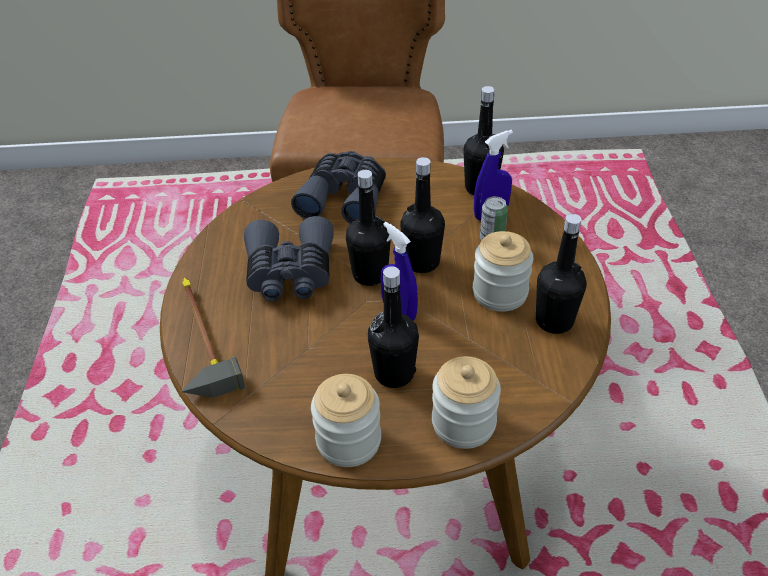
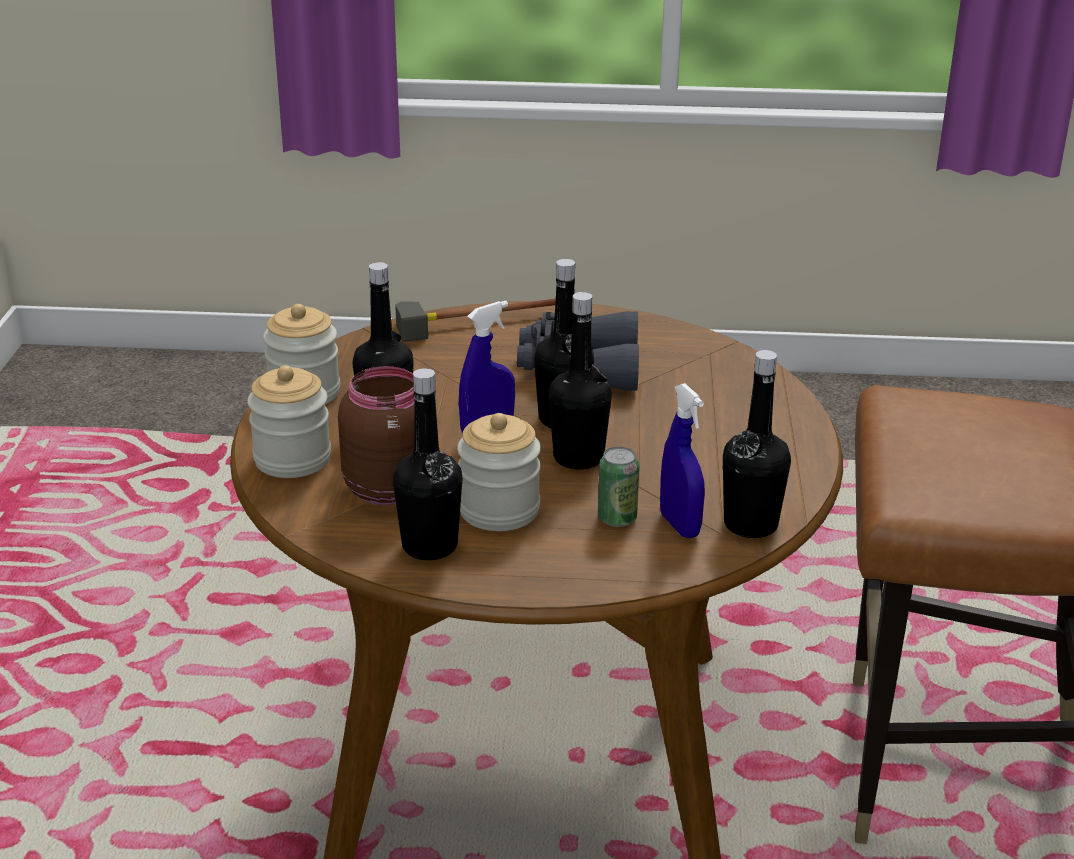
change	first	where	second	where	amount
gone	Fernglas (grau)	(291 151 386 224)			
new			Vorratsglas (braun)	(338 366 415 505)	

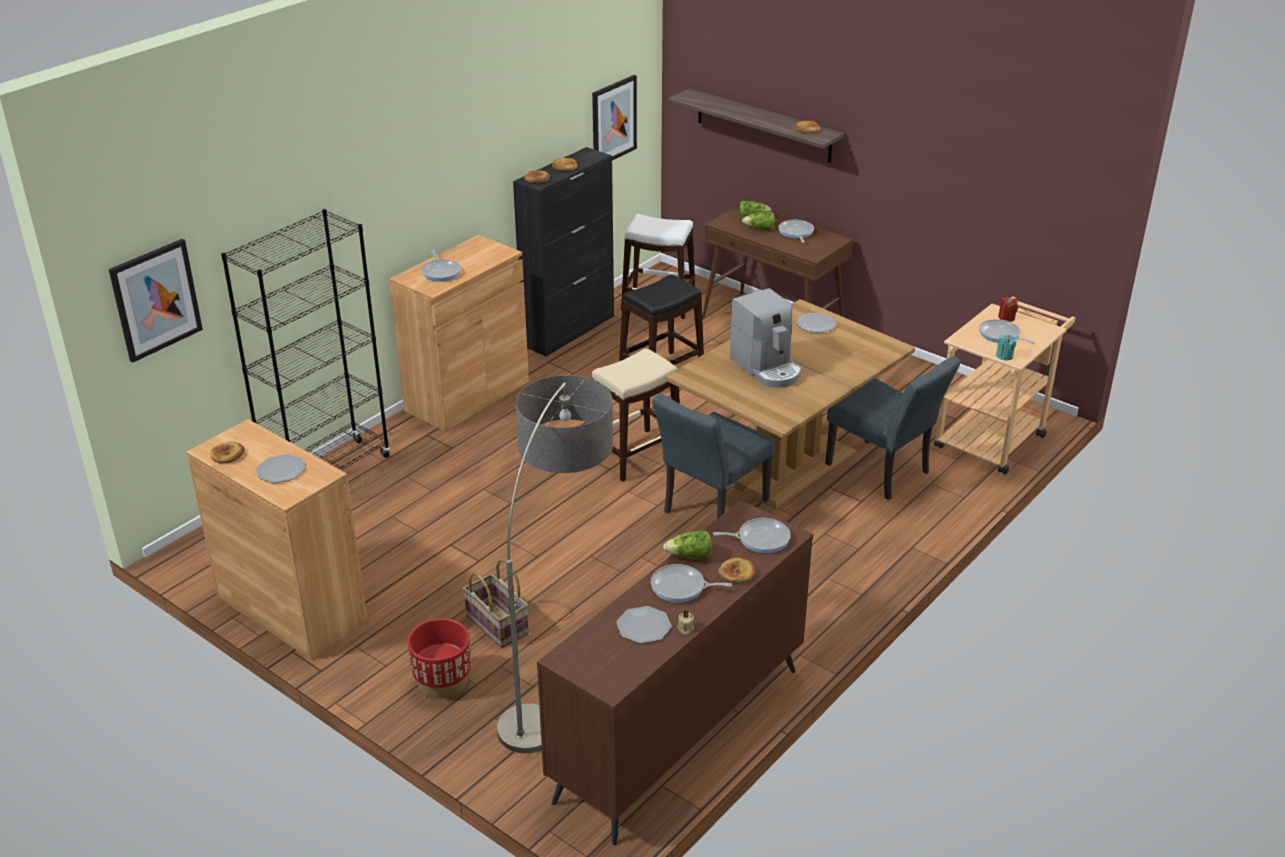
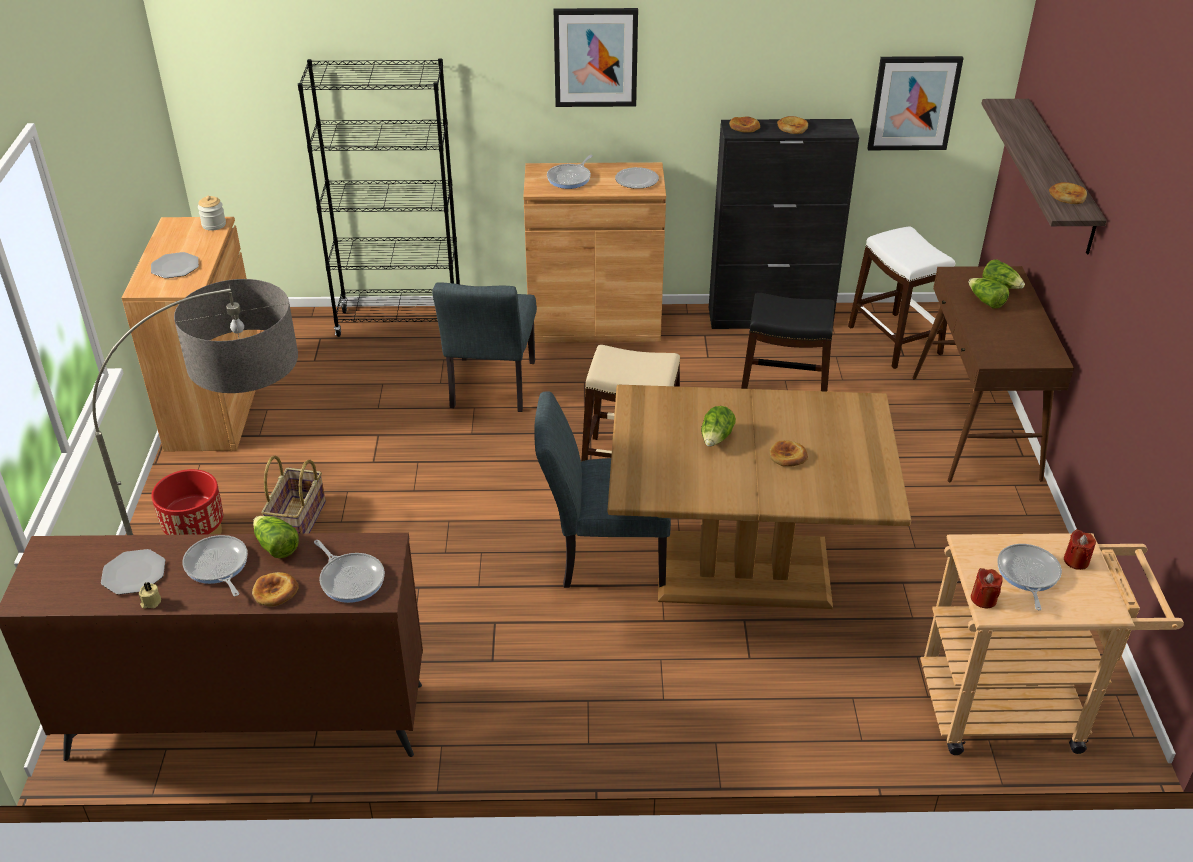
change	first	where	second	where	amount
gone	Pfanne	(779 220 814 243)			
new			Vorratsglas	(198 196 226 231)	
shifted	Bild	(109 239 203 363)		(554 8 638 107)	
shifted	Brot	(210 442 245 463)		(769 440 808 467)	
shifted	Teller	(797 313 836 333)		(615 167 659 189)	
shifted	Stuhl (grau)	(825 356 961 500)		(432 282 537 412)	
swapped	Kaffeemaschine	(730 288 802 388)	Salatkopf	(701 406 736 447)	
repainted	Kerze (türkis)	(996 335 1016 360)	Kerze (rot)	(971 568 1003 609)	

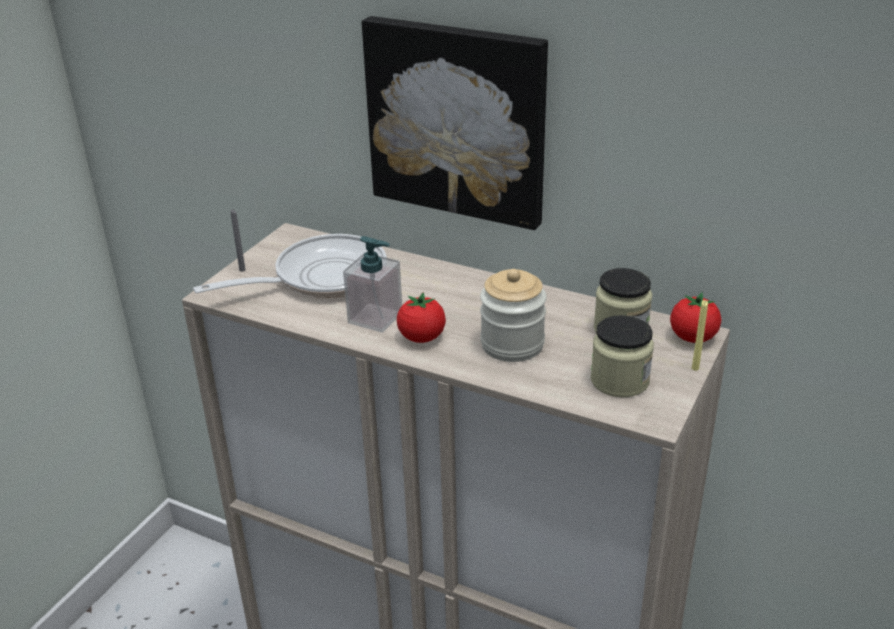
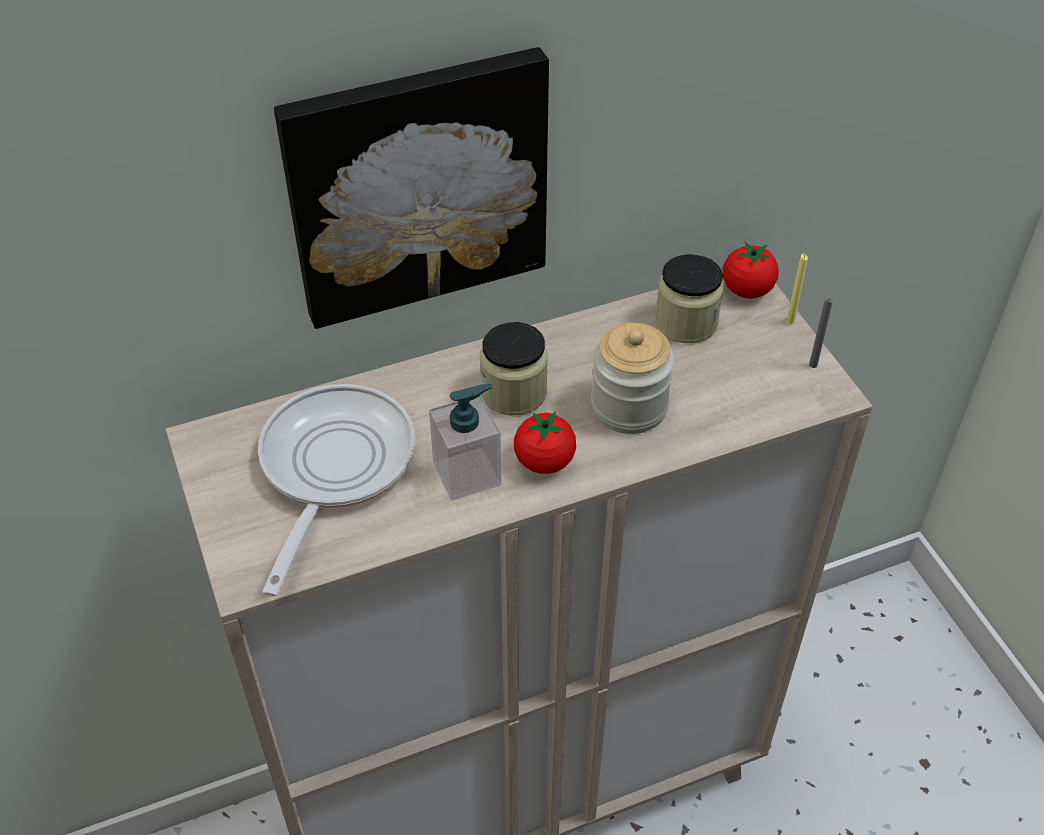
change	first	where	second	where	amount
shifted	Kerze (grau)	(230 210 246 272)		(809 298 832 368)	
shifted	Vorratsglas	(591 315 654 398)		(480 322 548 415)	

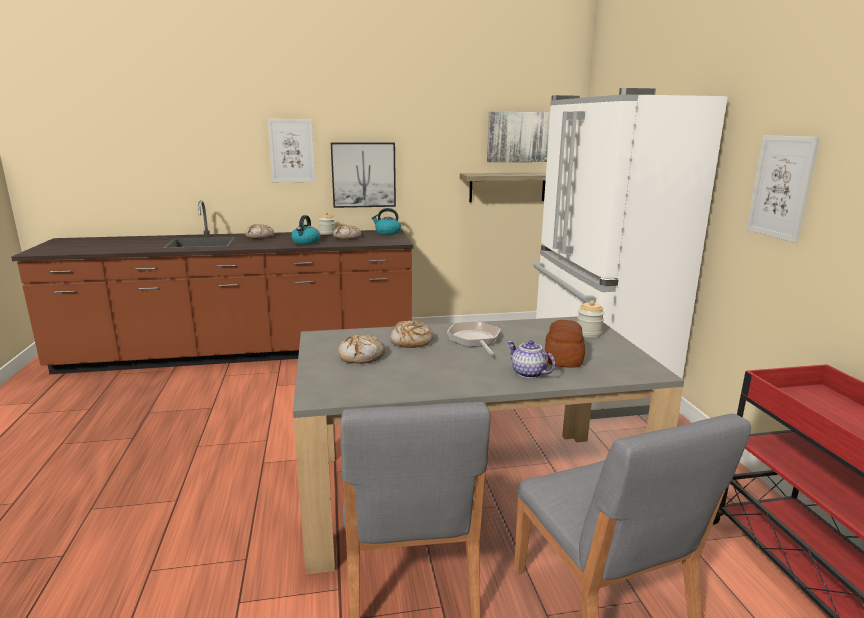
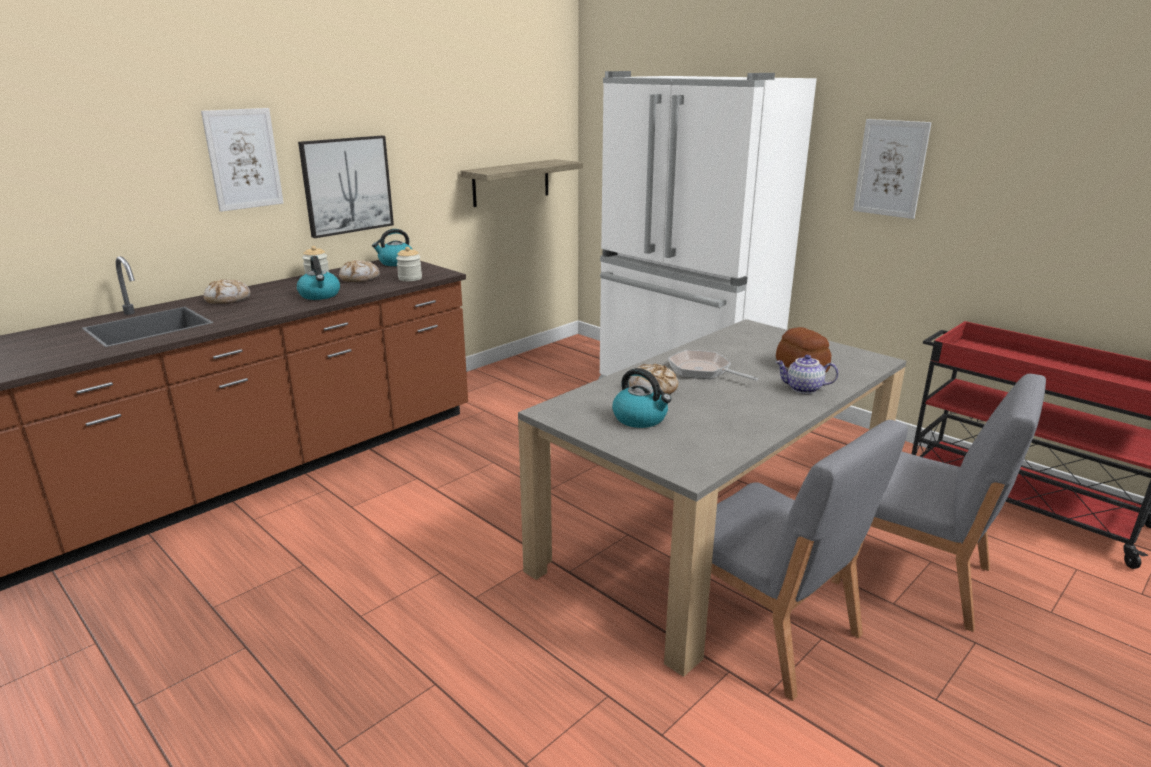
change	first	where	second	where	amount
gone	Bild	(487 112 550 162)			
shifted	Vorratsglas	(577 300 604 338)		(396 247 422 281)	
swapped	Brot	(338 334 386 364)	Wasserkessel	(612 368 671 428)	

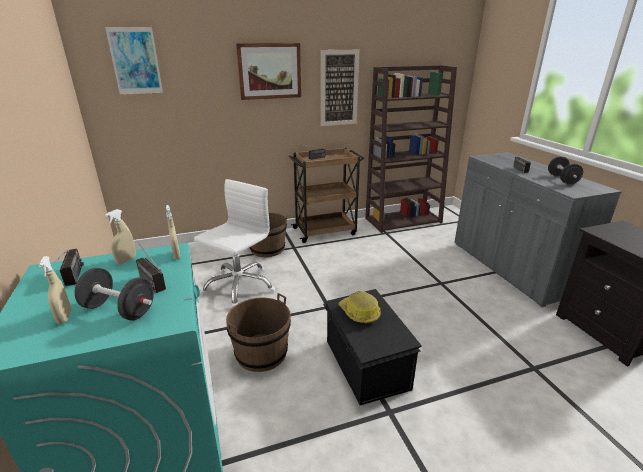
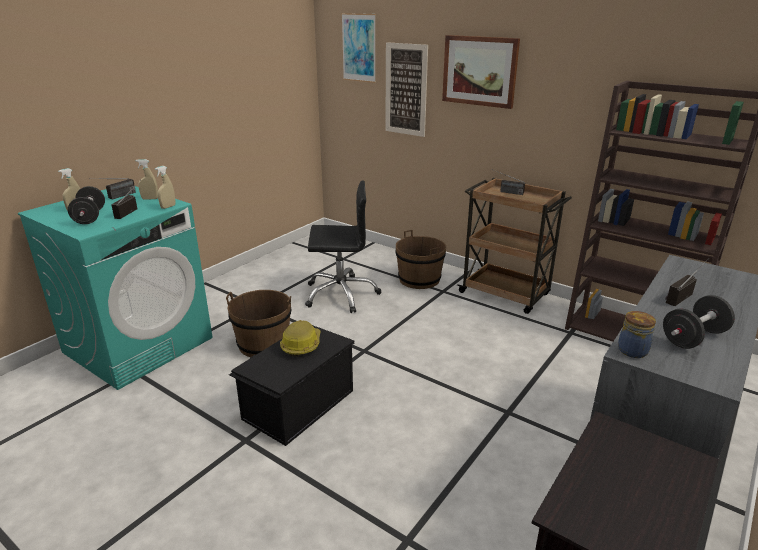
change	first	where	second	where	amount
new			Vorratsglas	(618 311 656 358)	
shifted	Bild	(321 50 359 126)		(385 42 428 137)	
repainted	Bürostuhl (weiß)	(194 179 275 308)	Bürostuhl (schwarz)	(305 180 381 313)	

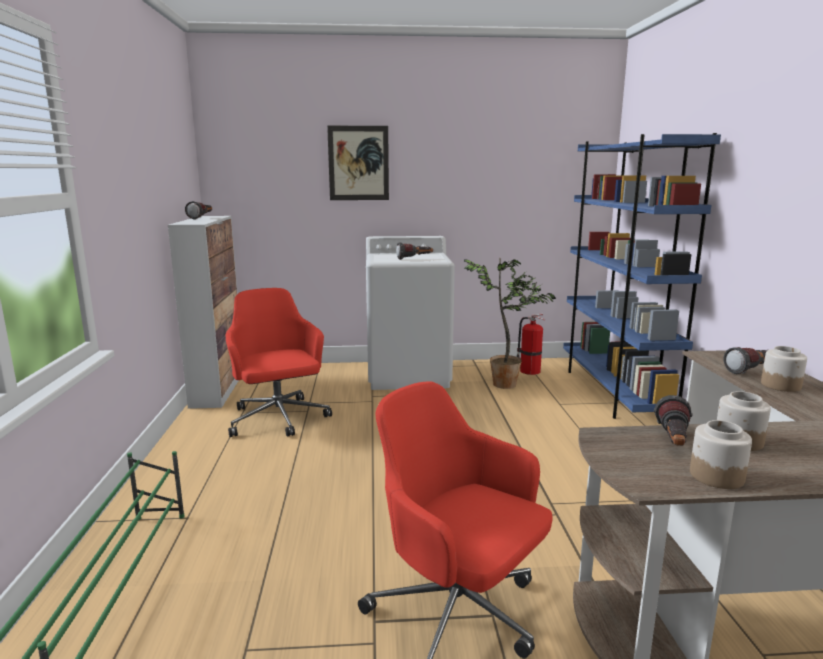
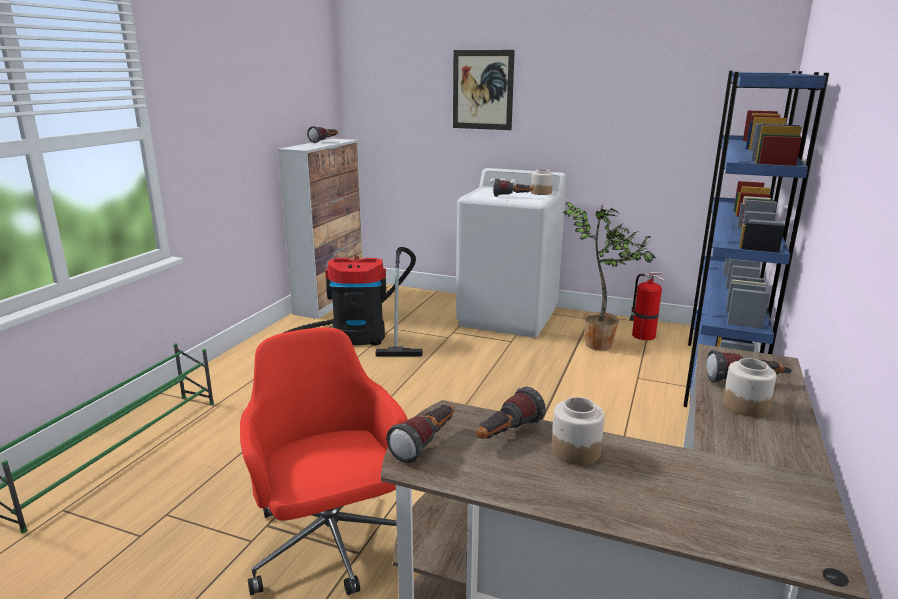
change	first	where	second	where	amount
new			Taschenlampe	(386 404 454 464)	
shifted	Vorratsglas	(690 420 752 489)		(531 169 553 195)	
swapped	Bürostuhl (rot)	(225 288 332 437)	Staubsauger	(283 247 422 356)	

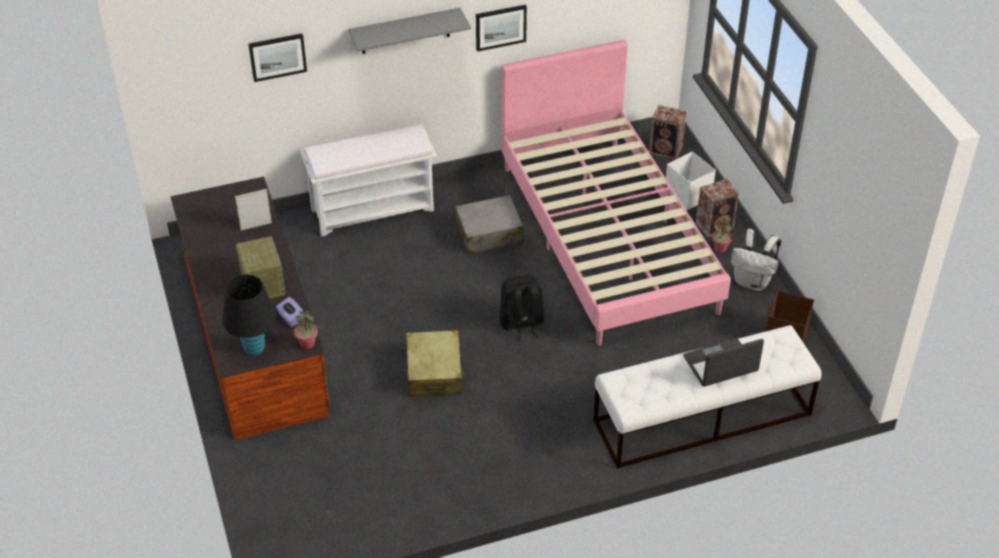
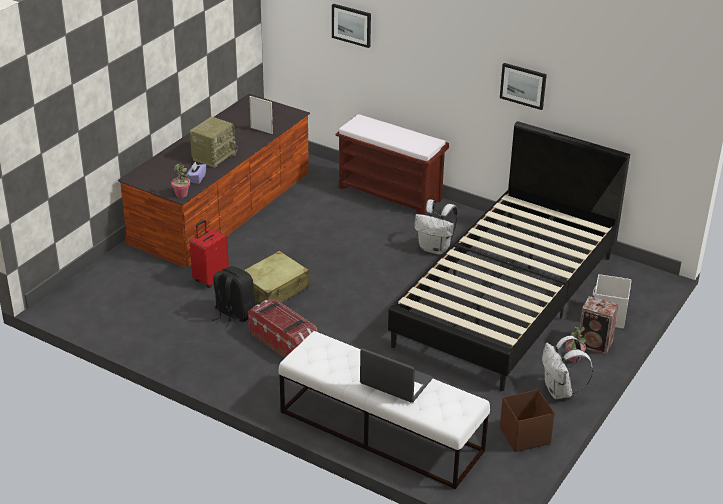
change	first	where	second	where	amount
gone	Tischlampe (schwarz)	(222 275 277 356)			
gone	Wandregal (grau)	(349 8 471 54)			
gone	Lautsprecher	(649 105 687 160)			
new			Koffer (rot)	(190 220 229 288)	
new			Aufbewahrungsbox	(248 300 317 358)	
shifted	Rucksack (schwarz)	(500 275 544 342)		(212 266 255 327)	
swapped	Koffer (grau)	(455 195 524 254)	Rucksack (weiß)	(414 199 458 255)	
repainted	Bank (weiß)	(301 124 437 237)	Bank (braun)	(335 114 449 215)	
repainted	Bett (rosa)	(501 40 731 346)	Bett (schwarz)	(388 121 630 391)	

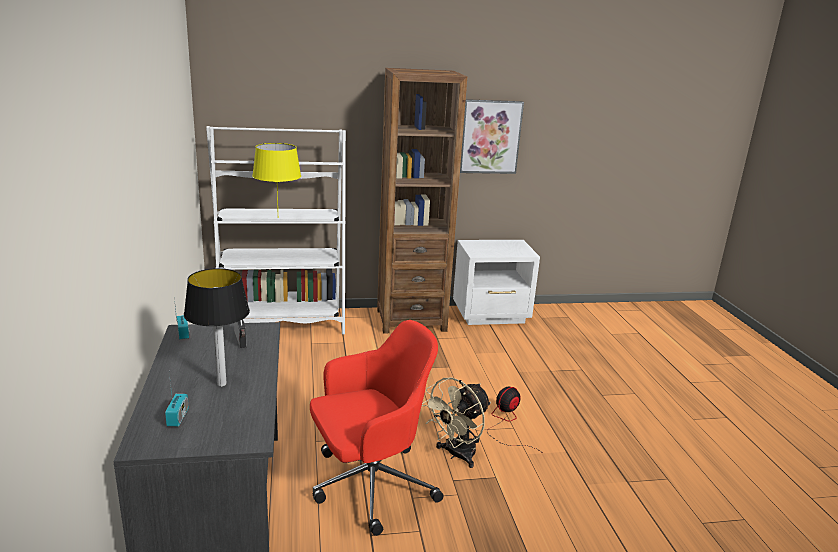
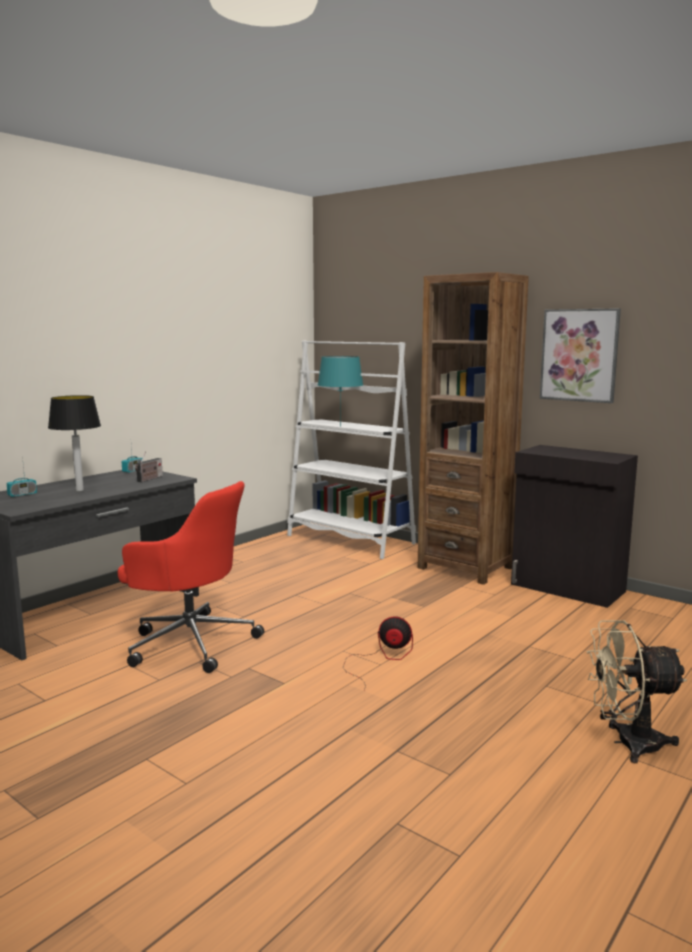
change	first	where	second	where	amount
shifted	Ventilator (beige)	(422 377 491 468)		(587 621 687 763)	
swapped	Nachttisch (weiß)	(453 240 540 325)	Schrank (schwarz)	(511 445 638 608)	
repainted	Tischlampe (gelb)	(252 143 301 208)	Tischlampe (türkis)	(318 356 363 427)	

